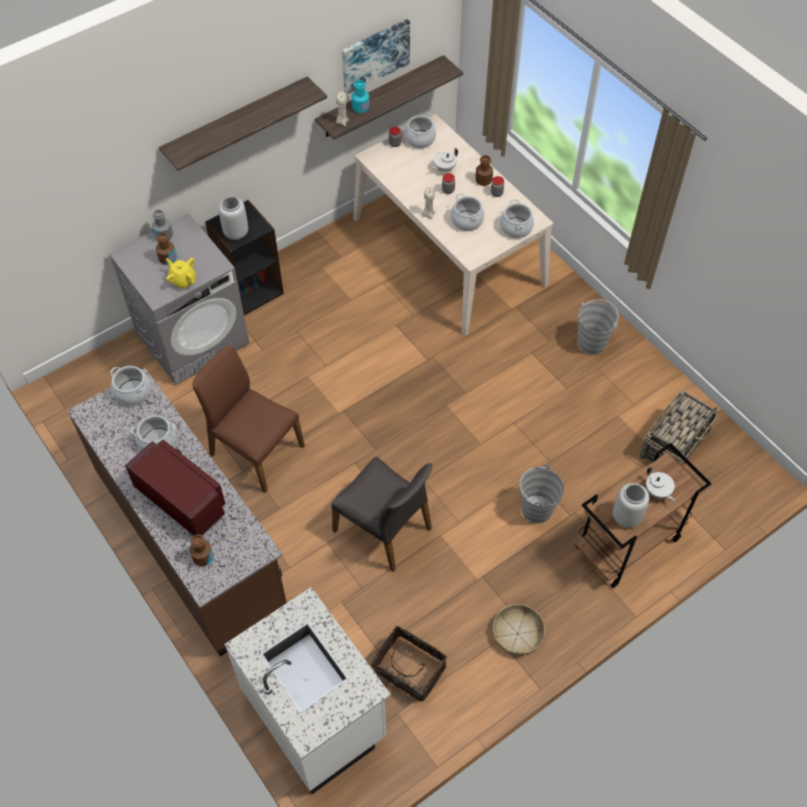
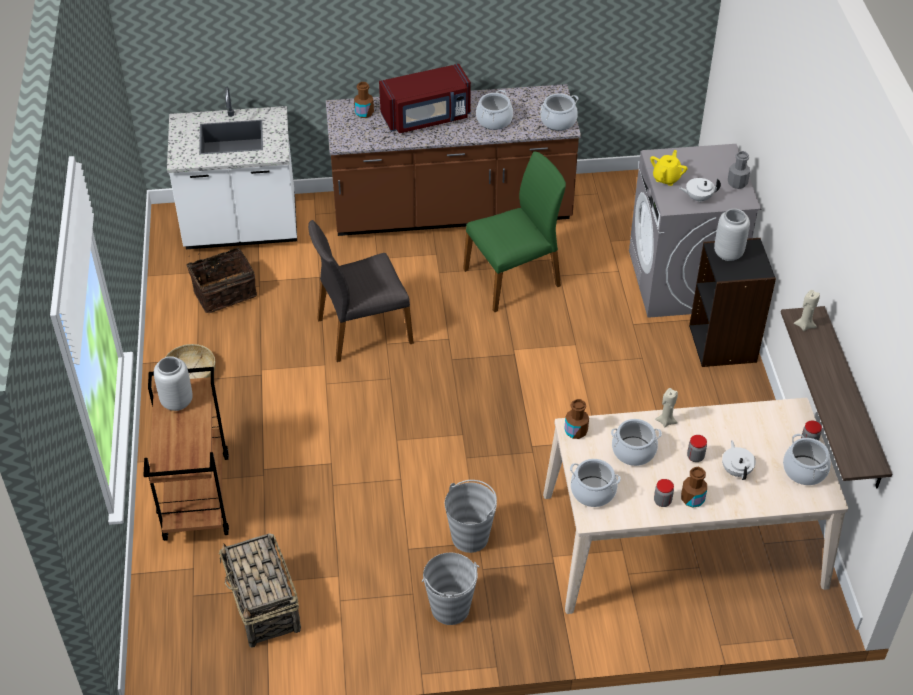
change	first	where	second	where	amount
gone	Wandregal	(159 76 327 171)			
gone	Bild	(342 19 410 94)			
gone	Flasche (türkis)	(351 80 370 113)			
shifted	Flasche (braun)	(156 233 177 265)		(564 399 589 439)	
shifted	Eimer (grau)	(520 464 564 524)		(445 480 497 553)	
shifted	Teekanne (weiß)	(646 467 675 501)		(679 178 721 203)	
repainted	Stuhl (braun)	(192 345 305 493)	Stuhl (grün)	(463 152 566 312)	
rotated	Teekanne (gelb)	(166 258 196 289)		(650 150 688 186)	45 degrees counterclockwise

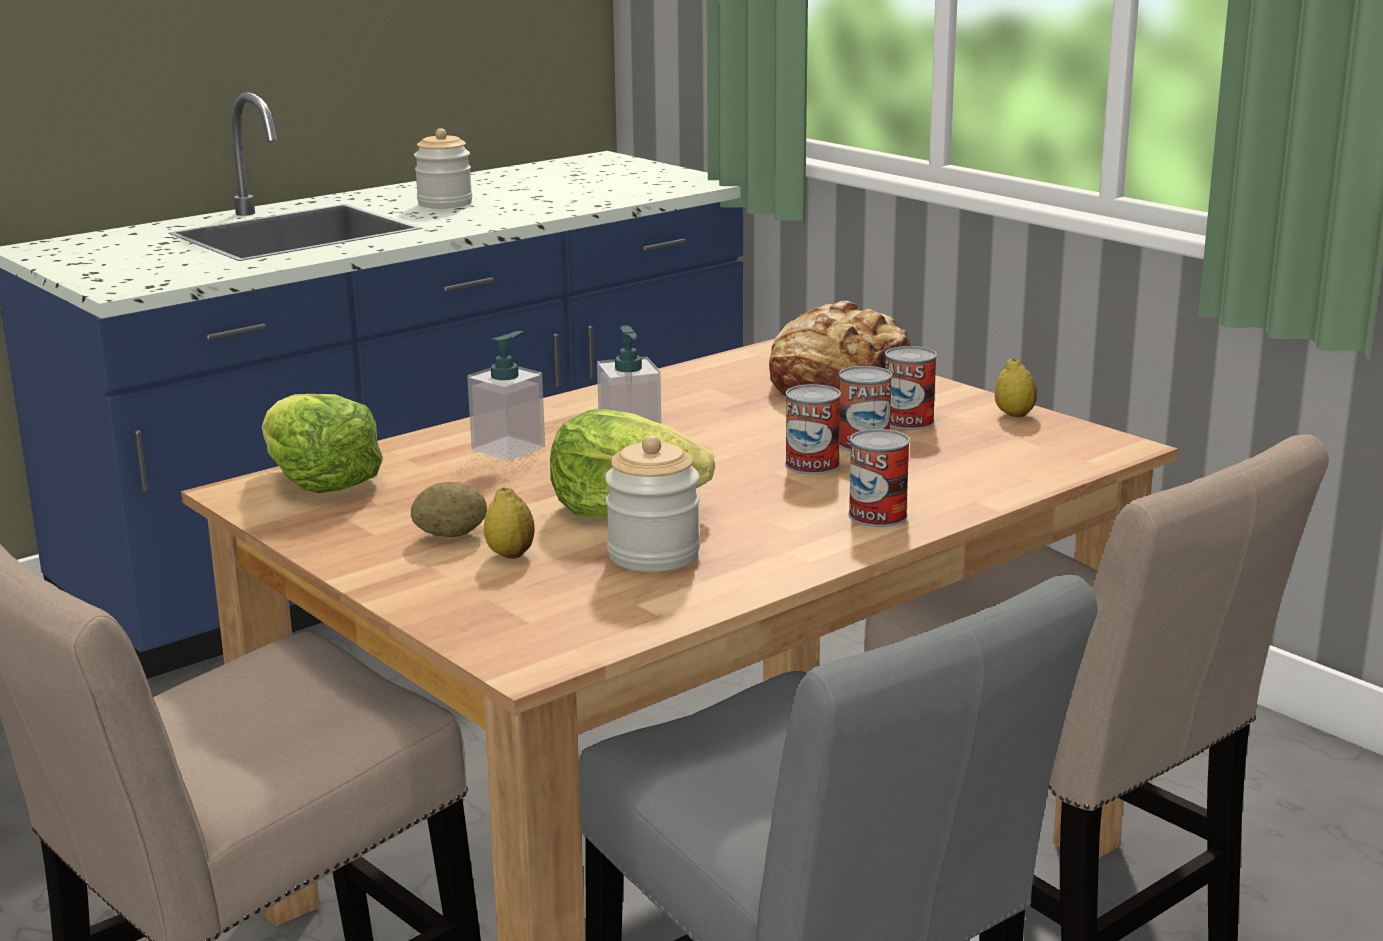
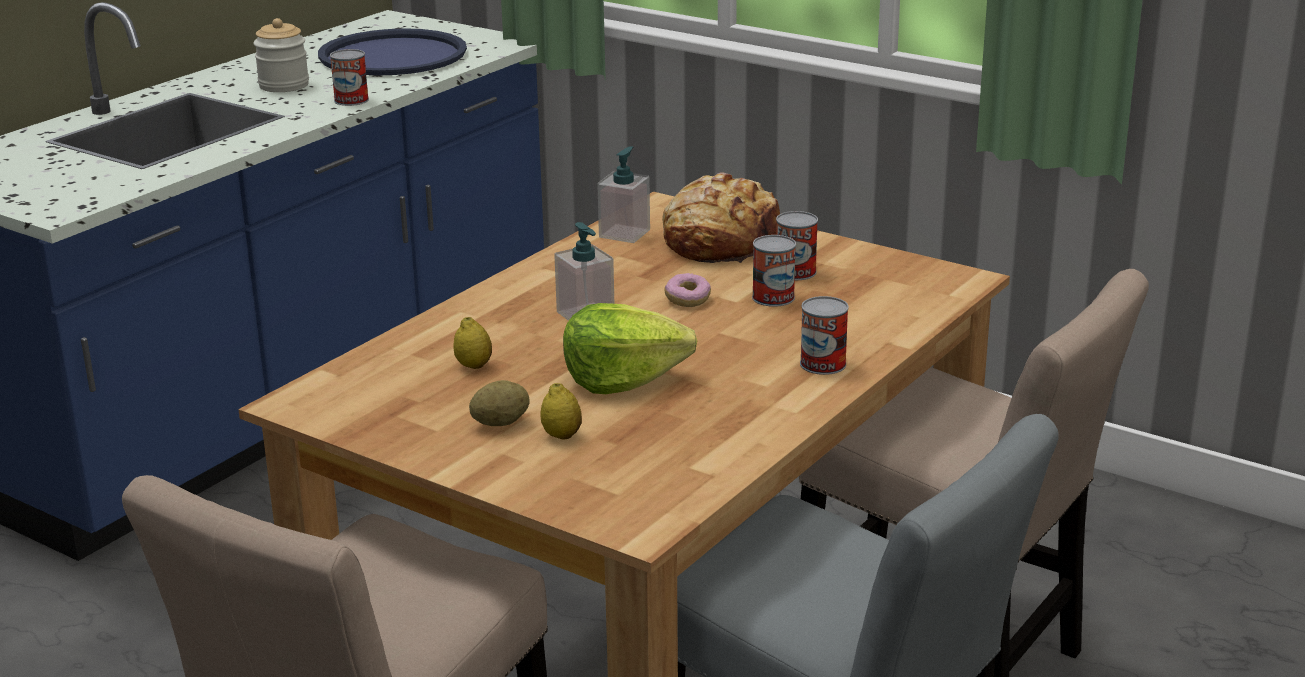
change	first	where	second	where	amount
gone	Salatkopf	(262 394 383 493)			
gone	Vorratsglas	(605 435 700 572)			
new			Tablett (blau)	(318 28 467 76)	
new			Donut	(665 273 711 307)	
shifted	Seifenspender	(467 331 545 461)		(597 146 650 243)	
shifted	Dose	(785 384 841 474)		(330 49 369 106)	
shifted	Zitrone	(995 359 1037 417)		(453 317 492 369)	

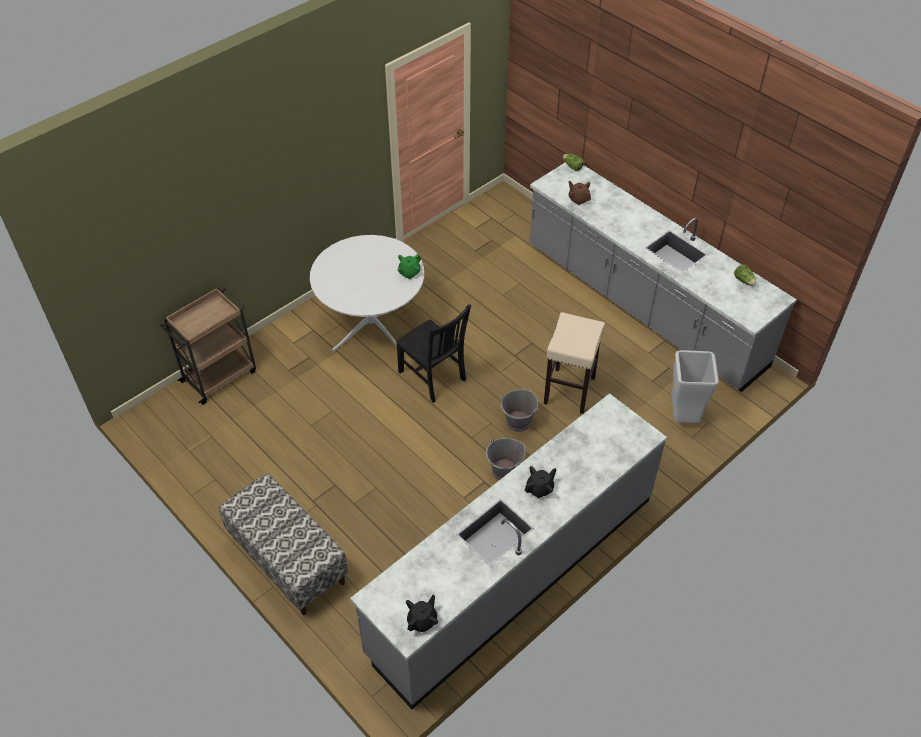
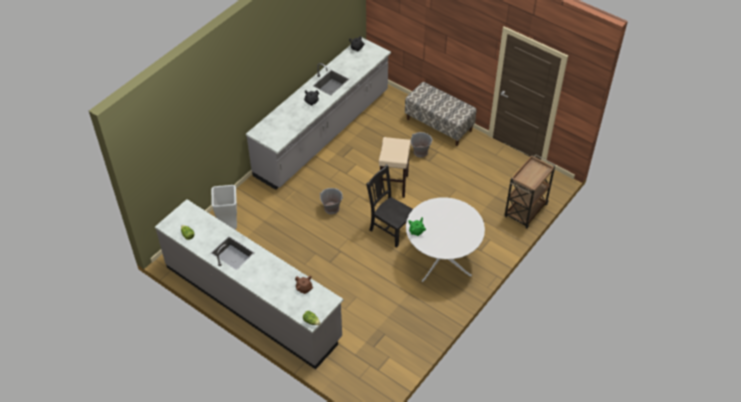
change	first	where	second	where	amount
shifted	Eimer (grau)	(486 438 525 480)		(411 132 433 157)	
shifted	Hocker (beige)	(544 312 605 414)		(379 137 411 198)	

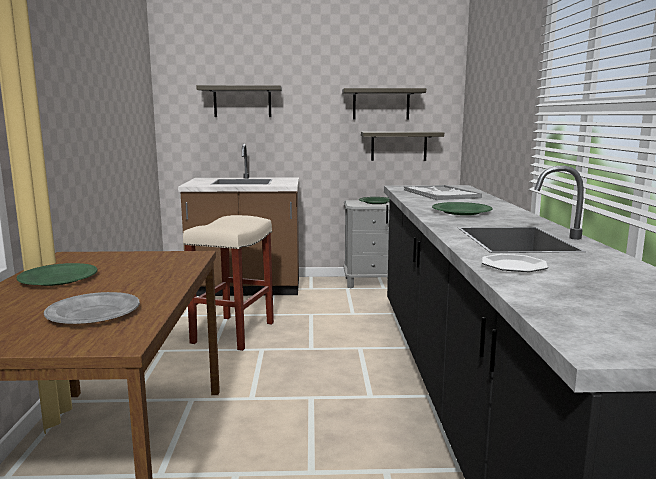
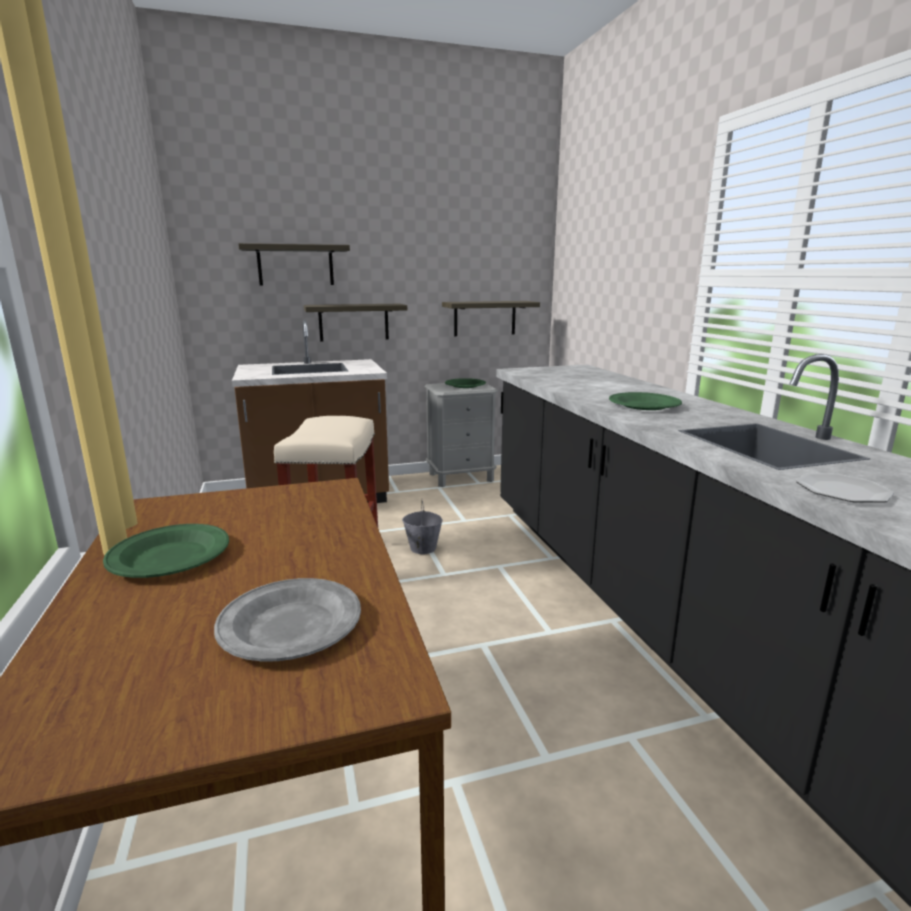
change	first	where	second	where	amount
gone	Tablett	(404 185 482 200)			
new			Eimer (grau)	(402 501 443 554)	
shifted	Wandregal	(342 88 426 120)		(304 304 407 342)	

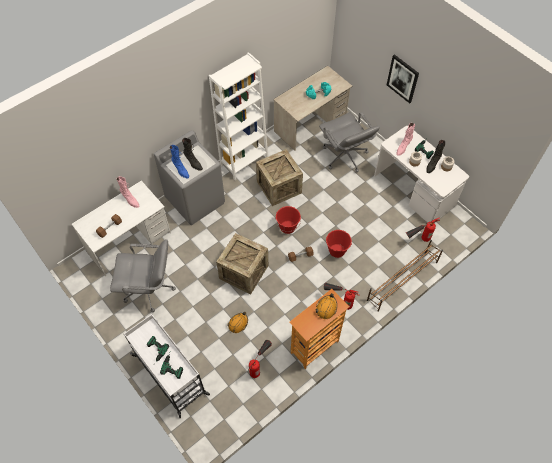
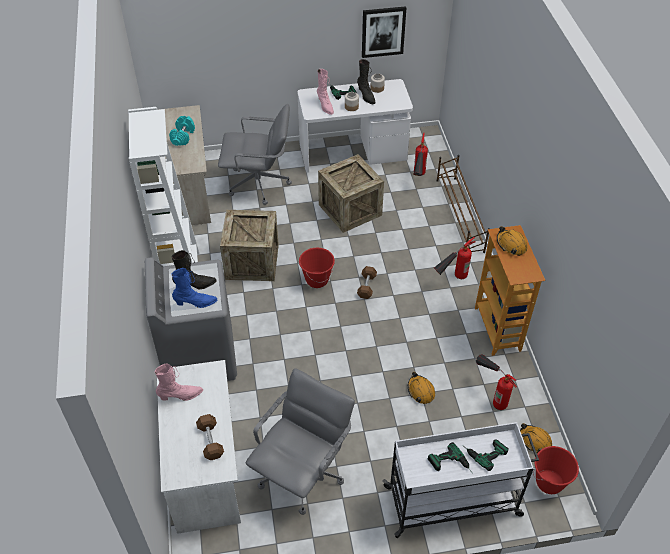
change	first	where	second	where	amount
new			Schutzhelm (orange)	(520 423 552 453)	
shifted	Kiste	(216 233 268 294)		(318 154 384 233)	
shifted	Eimer (rot)	(326 230 352 258)		(533 446 579 494)	
shifted	Bild	(387 54 419 103)		(362 6 406 58)	

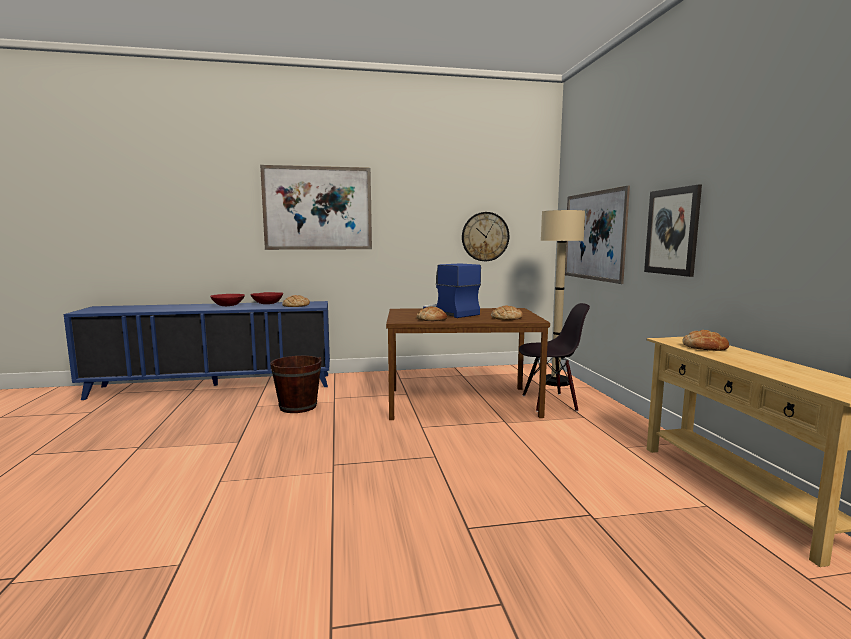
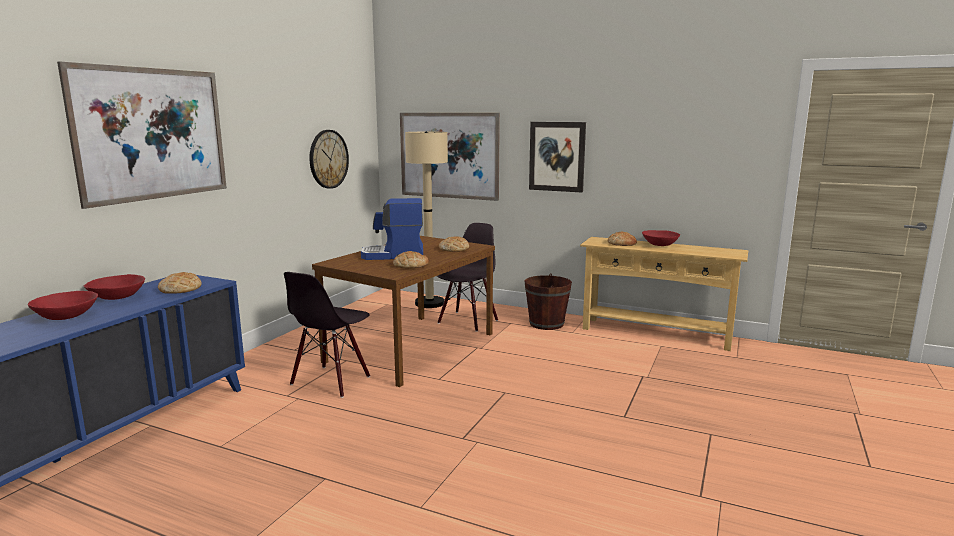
change	first	where	second	where	amount
new			Stuhl (schwarz)	(284 272 370 398)	
new			Schüssel (rot)	(642 230 680 246)	
shifted	Eimer (braun)	(270 356 322 413)		(524 274 572 330)	

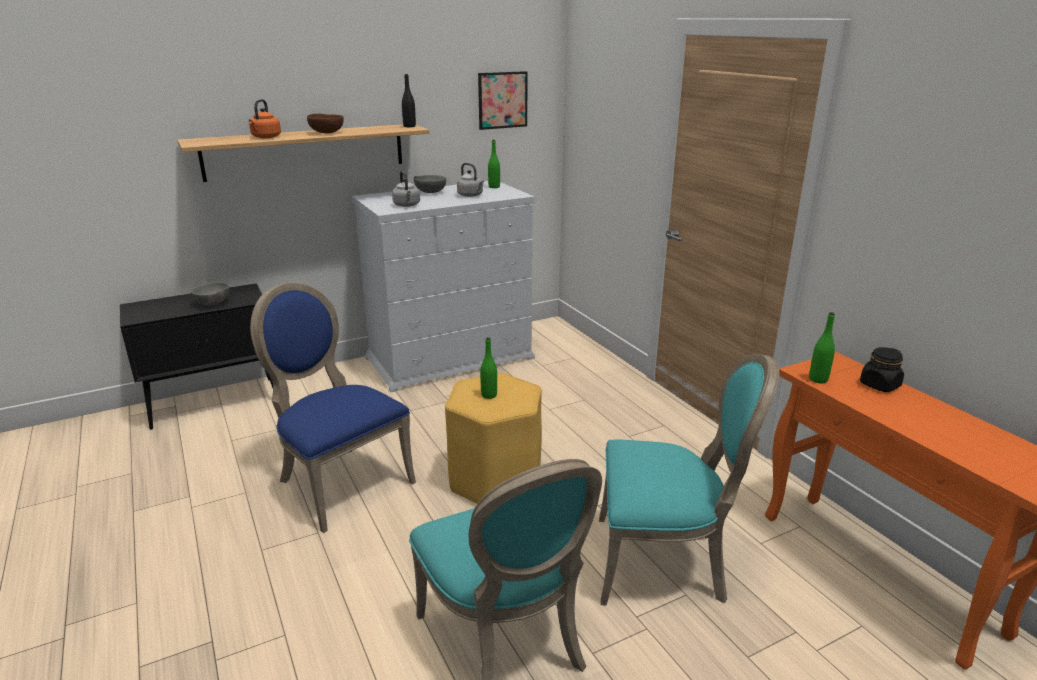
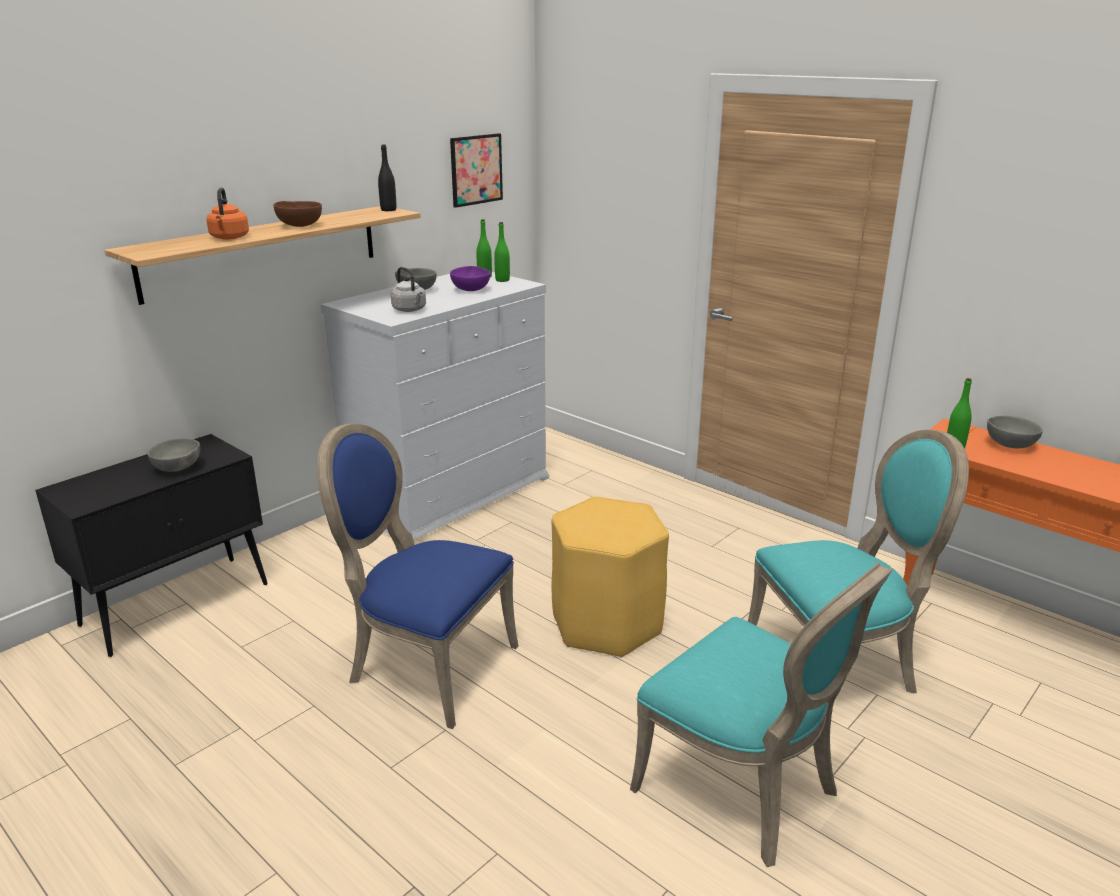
change	first	where	second	where	amount
shifted	Flasche (grün)	(480 337 497 399)		(494 222 510 282)	
swapped	Wasserkessel (grau)	(457 163 484 197)	Schüssel (lila)	(450 266 491 291)	
swapped	Vorratsglas (schwarz)	(860 347 904 392)	Schüssel (grau)	(987 416 1043 448)	

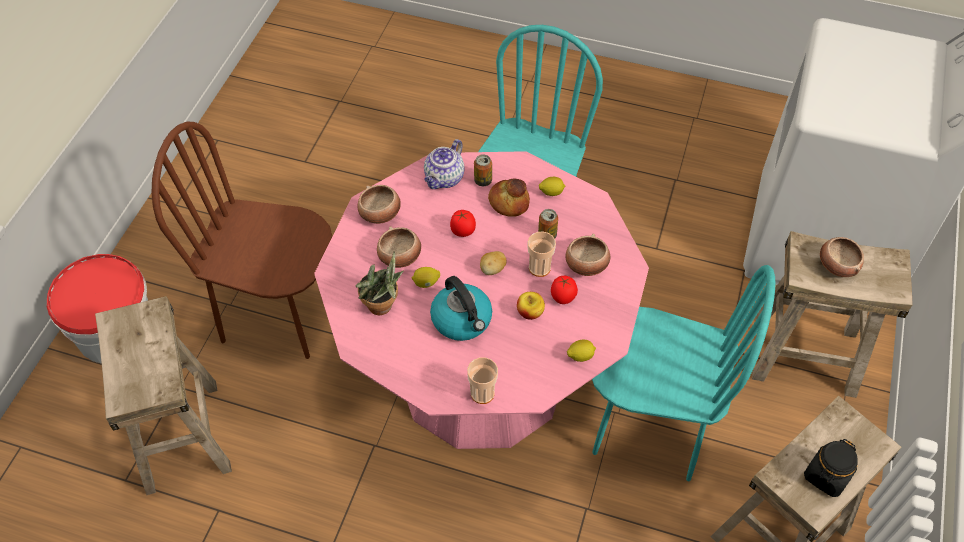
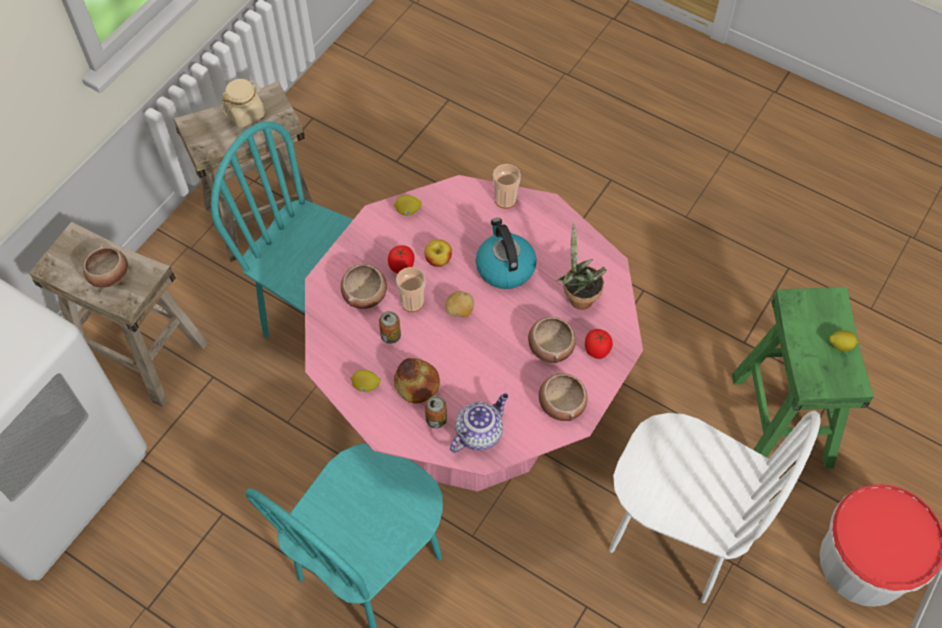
change	first	where	second	where	amount
shifted	Zitrone	(412 267 440 288)		(829 330 858 351)	
shifted	Tomate	(450 210 476 237)		(585 329 613 359)	
repainted	Hocker (beige)	(95 296 232 495)	Hocker (grün)	(732 287 874 468)	
repainted	Stuhl (braun)	(151 122 332 359)	Stuhl (weiß)	(609 411 821 603)	
repainted	Vorratsglas (schwarz)	(804 439 858 497)	Vorratsglas (beige)	(221 79 265 128)	

